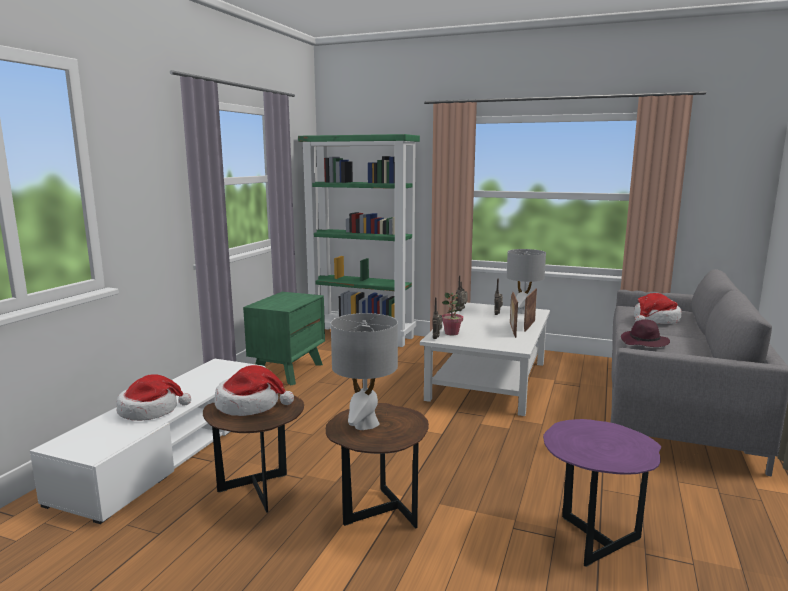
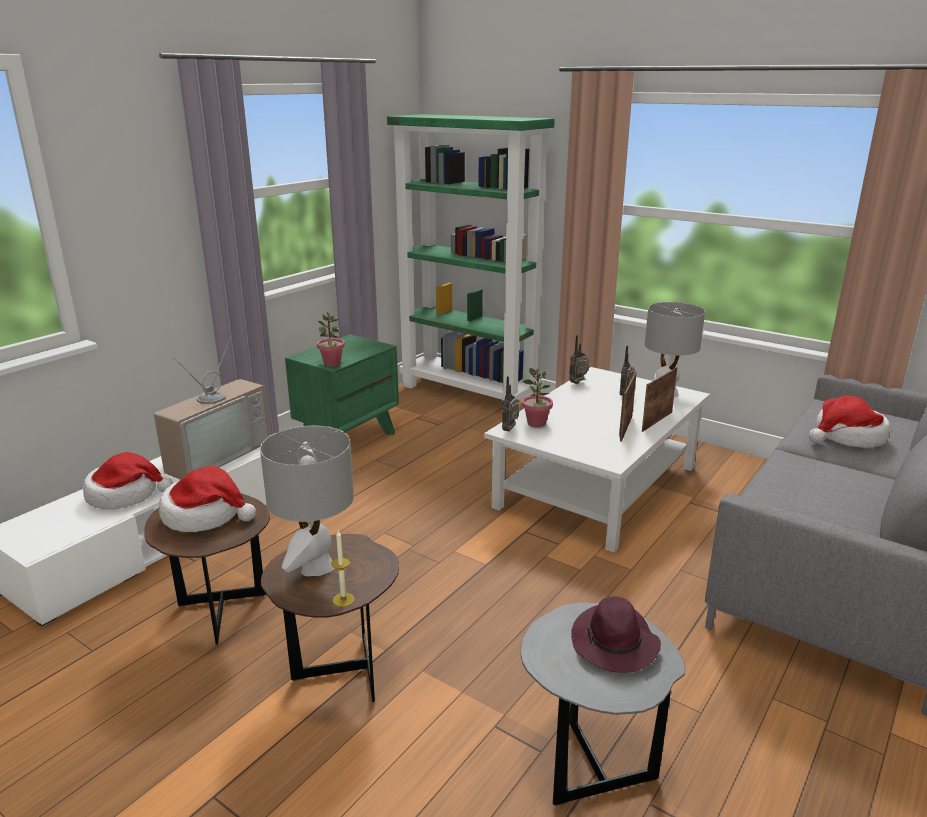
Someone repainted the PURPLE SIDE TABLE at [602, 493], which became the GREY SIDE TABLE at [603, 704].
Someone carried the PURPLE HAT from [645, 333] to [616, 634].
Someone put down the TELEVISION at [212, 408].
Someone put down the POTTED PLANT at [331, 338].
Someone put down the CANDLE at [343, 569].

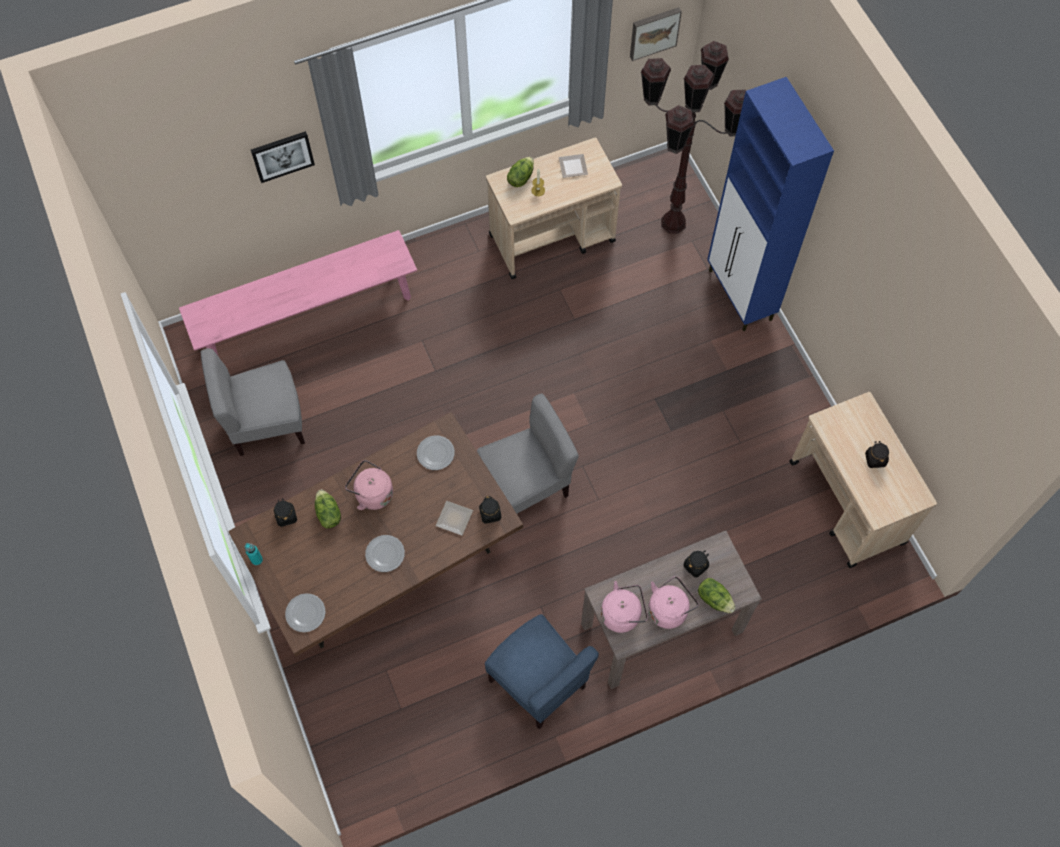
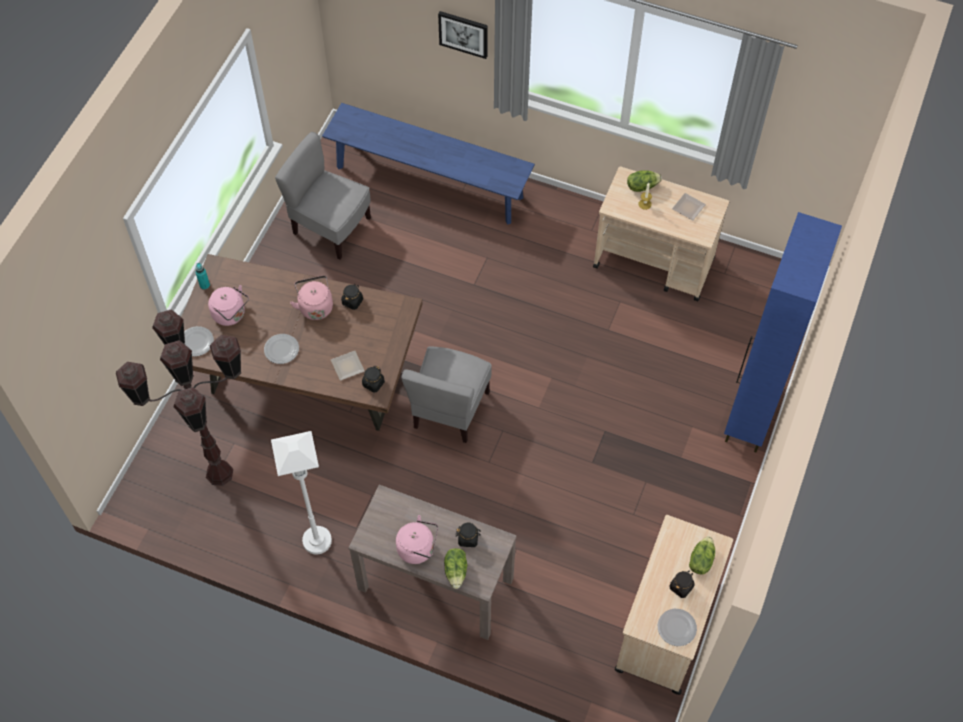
Someone repainted the PINK BENCH at [298, 292], which became the BLUE BENCH at [428, 164].
Someone carried the BLACK JAR from [285, 512] to [352, 297].
Someone carried the LETTUCE from [328, 509] to [702, 555].
Someone carried the PLATE from [436, 452] to [677, 627].
Someone rotated the GREY CHAIR at [528, 453] by 90 degrees clockwise.
Someone swapped the BLUE CHAIR at [542, 671] for the WHITE FLOOR LAMP at [301, 493].
Someone carried the PINK KETTLE from [624, 607] to [228, 305].
Someone took away the PICTURE at [656, 34].
Someone carried the BROWN FLOOR LAMP from [693, 137] to [178, 397].

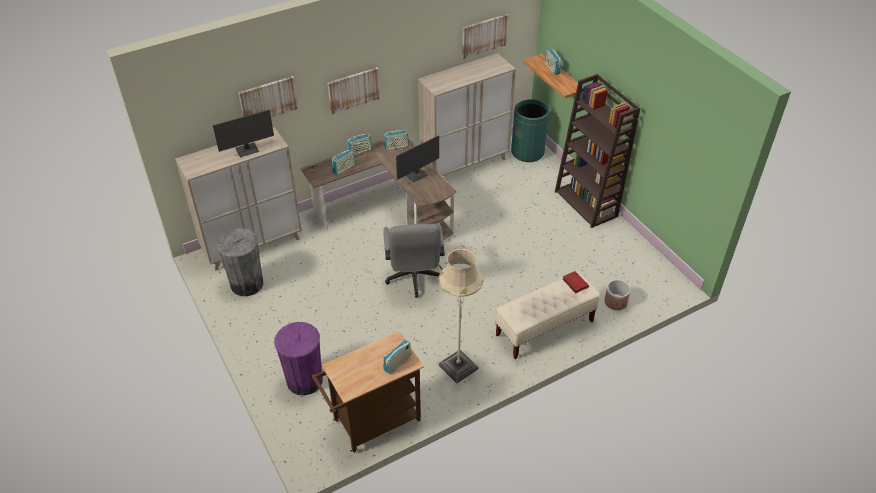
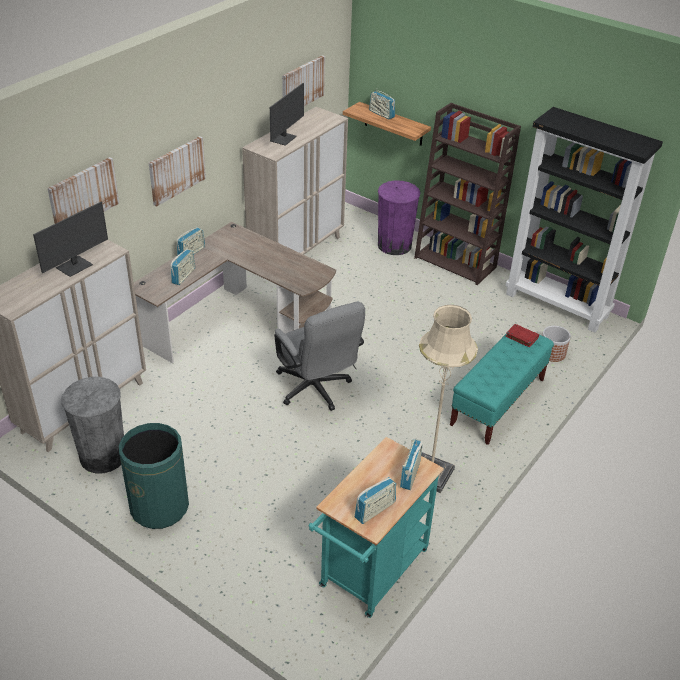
Someone carried the PURPLE TRASH CAN from [298, 359] to [399, 217].
Someone repainted the BROWN CART at [367, 392], which became the TURQUOISE CART at [376, 527].
Someone carried the RADIO from [396, 140] to [375, 500].
Someone carried the MONITOR from [417, 158] to [287, 114].
Someone repainted the BEIGE BENCH at [548, 315], which became the TURQUOISE BENCH at [502, 389].
Someone carried the GREEN TRASH CAN from [530, 131] to [154, 476].
Someone put down the BLACK BOOKCASE at [584, 220].

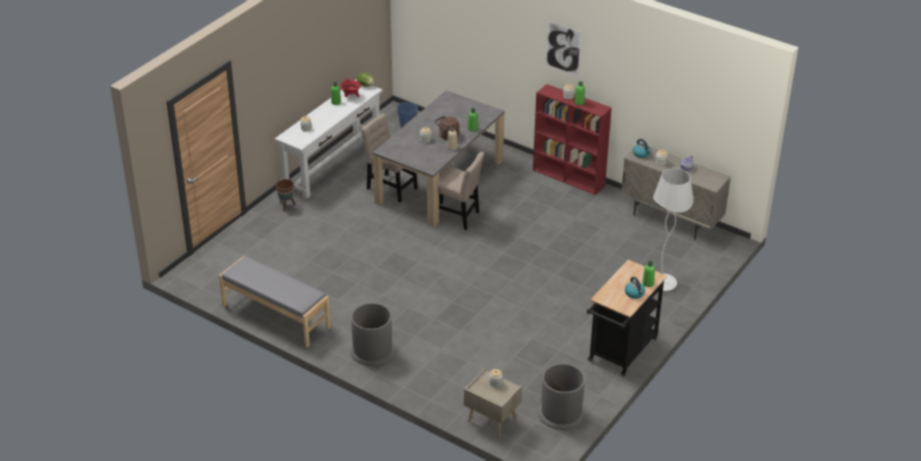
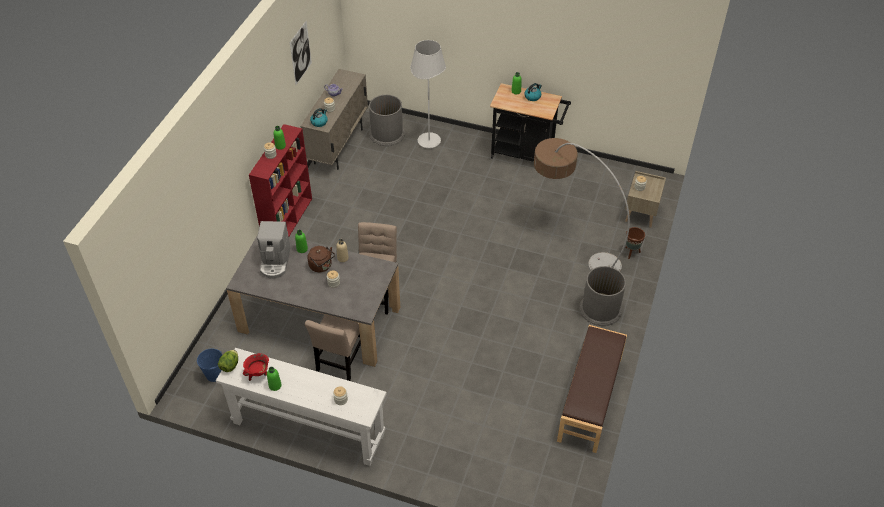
Someone repainted the GREY BENCH at [275, 302], which became the BROWN BENCH at [592, 389].
Someone carried the BROWN PLANTER from [285, 195] to [635, 243].
Someone carried the GREY TRASH CAN from [561, 396] to [387, 120].
Someone carried the PICTURE from [564, 48] to [301, 52].
Someone put down the COFFEE MACHINE at [273, 250].
Someone put down the FLOOR LAMP at [582, 205].

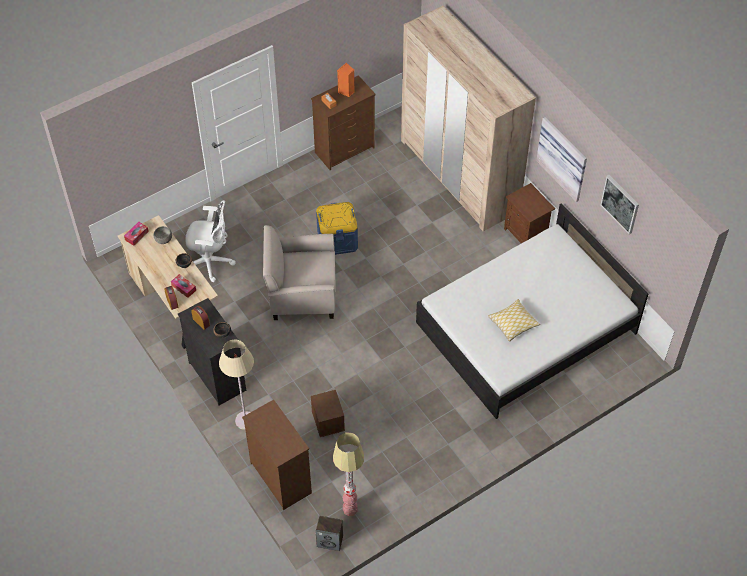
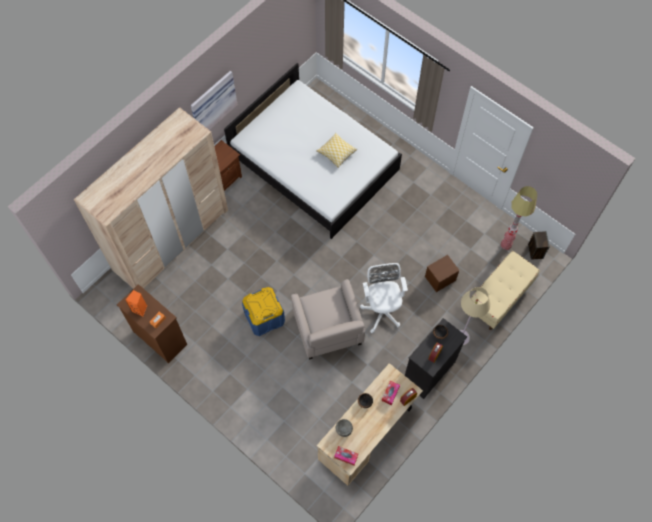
Someone carried the WHITE OFFICE CHAIR from [210, 241] to [384, 298].
Someone swapped the BROWN DRESSER at [277, 455] for the BEIGE BENCH at [505, 290].
Someone took away the PICTURE at [619, 204].

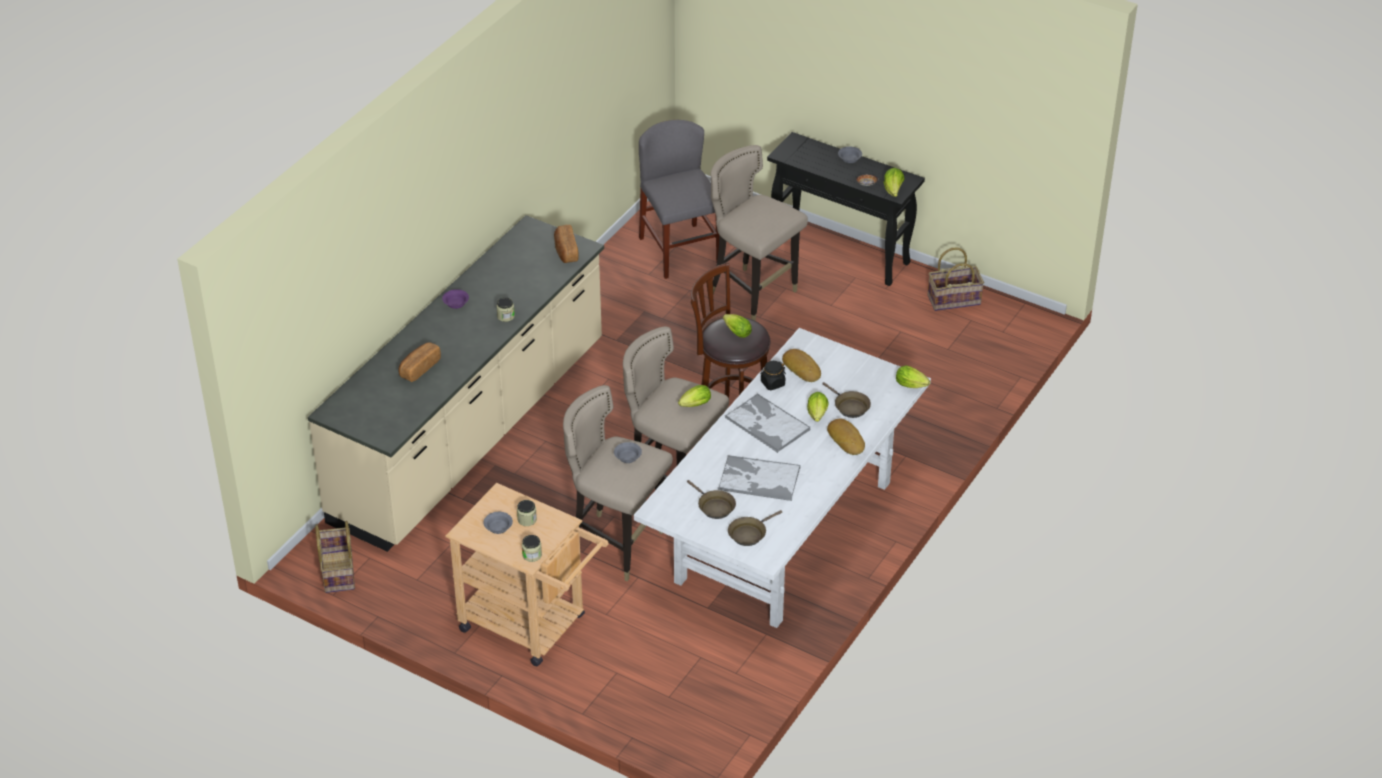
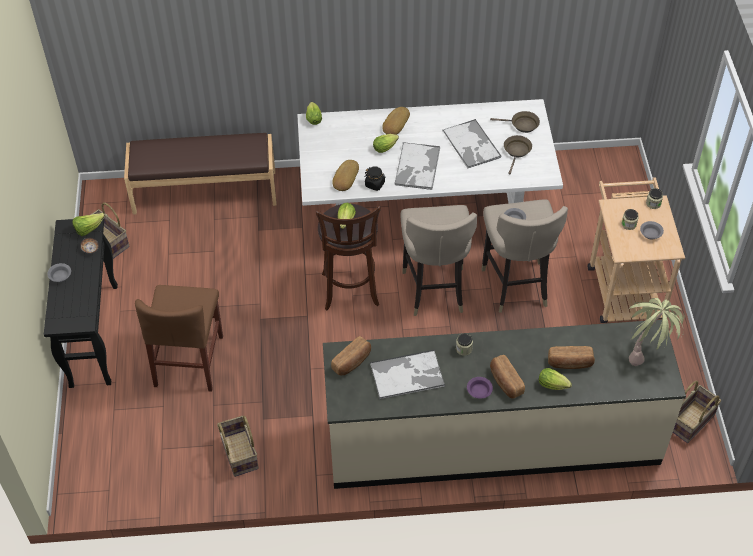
Someone took away the GREY CHAIR at [679, 199].
Someone carried the LETTUCE from [694, 396] to [555, 379].
Someone swapped the BEIGE STOOL at [759, 233] for the BROWN CHAIR at [179, 338].
Someone took away the BROWN FRYING PAN at [846, 400].
Someone put down the BROWN BENCH at [200, 174].
Someone put down the BASKET at [238, 446].
Someone put down the TRAY at [407, 374].
Someone put down the BREAD at [507, 377].
Someone put down the POTTED PLANT at [657, 332].

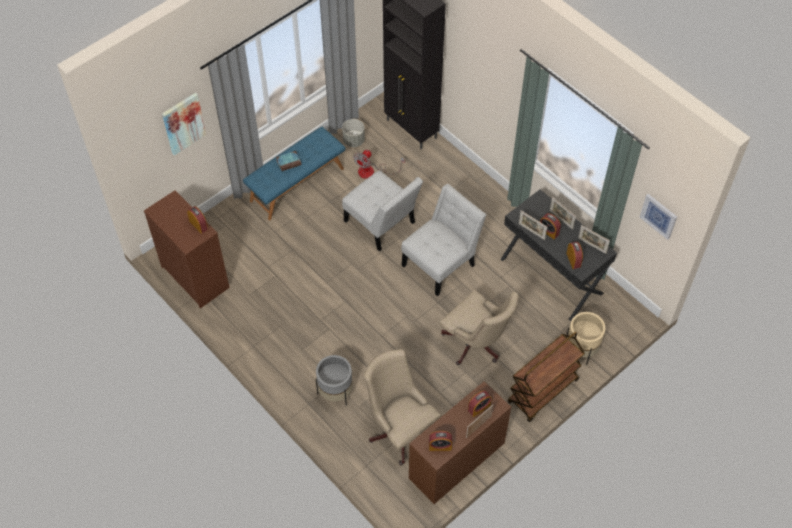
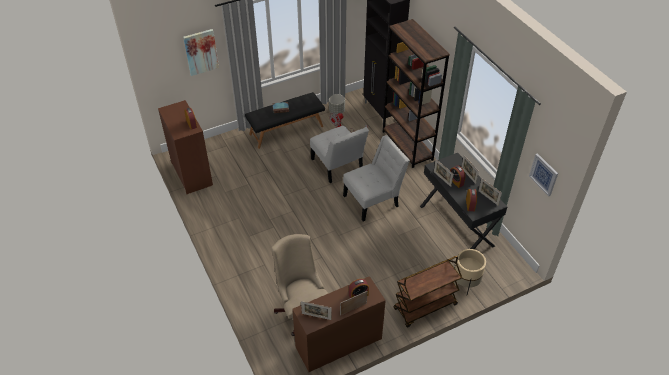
Someone repainted the BLUE BENCH at [294, 173], which became the BLACK BENCH at [285, 120].
Someone took away the GREY PLANTER at [334, 380].
Someone swapped the ALARM CLOCK at [440, 441] for the PICTURE FRAME at [316, 310].
Someone took away the BEIGE OFFICE CHAIR at [479, 327].
Someone put down the BROWN BOOKCASE at [416, 93].

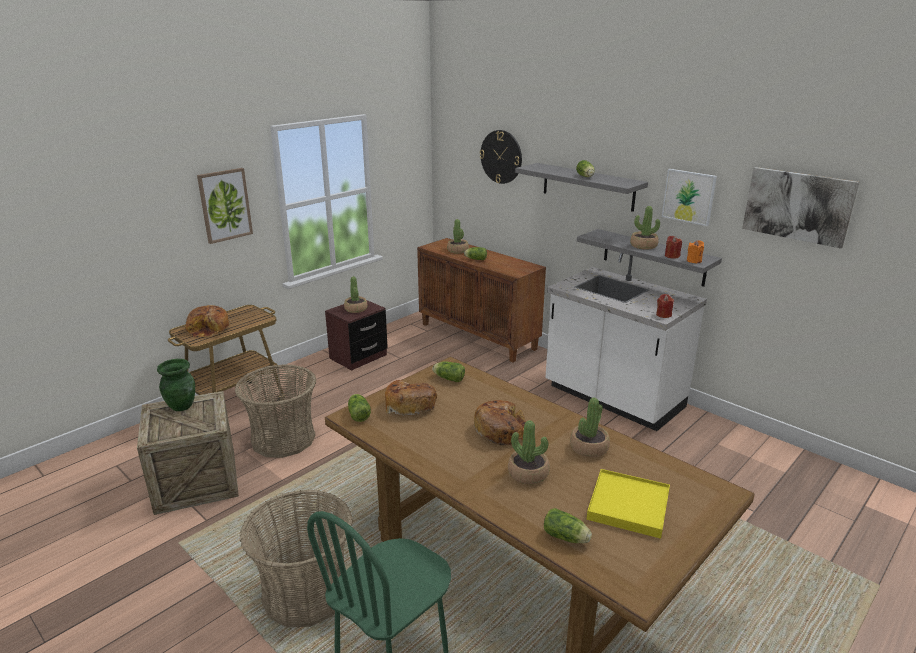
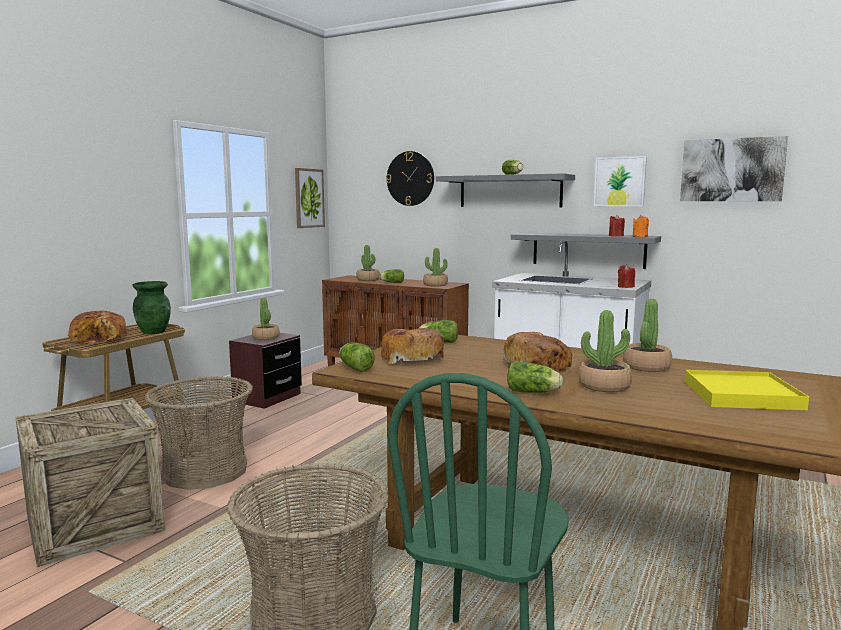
Someone carried the GREEN VASE from [176, 385] to [151, 307].
Someone carried the PICTURE from [225, 206] to [310, 198].
Someone carried the LETTUCE from [568, 525] to [535, 377].
Someone carried the POTTED PLANT from [645, 228] to [435, 267].

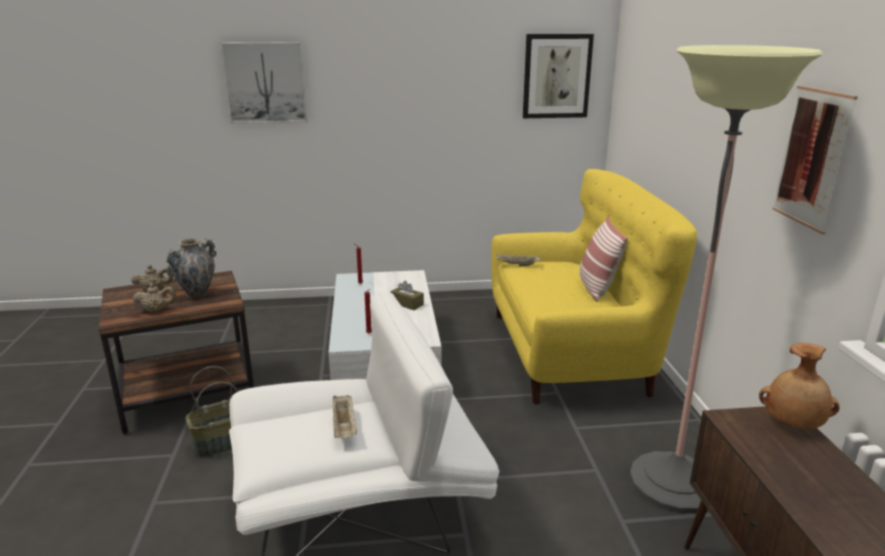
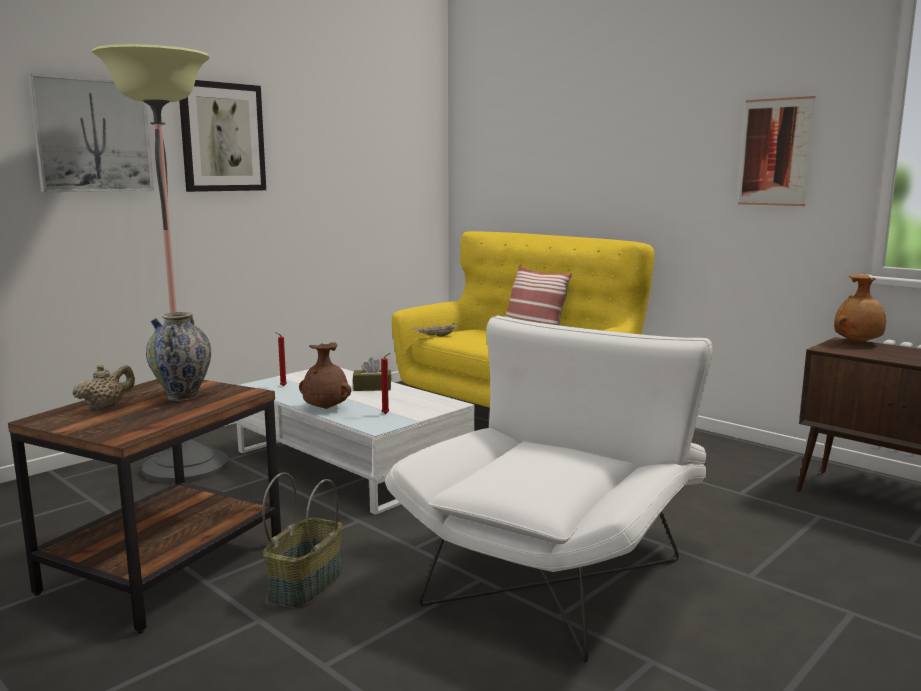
Someone took away the BEIGE TEAPOT at [155, 297].
Someone took away the BEIGE TRAY at [345, 416].
Someone carried the PICTURE from [558, 76] to [222, 136].
Someone carried the FLOOR LAMP from [726, 279] to [159, 264].
Someone put down the BROWN VASE at [325, 375].

